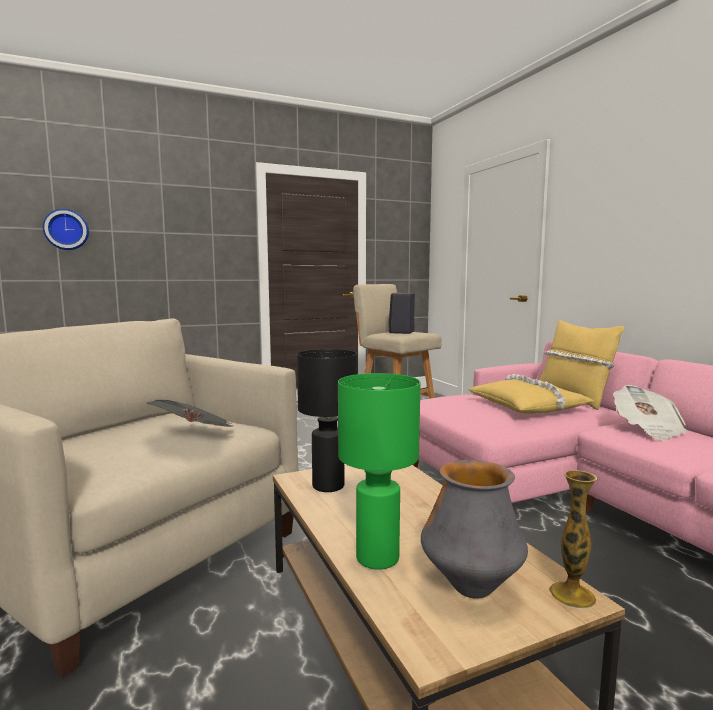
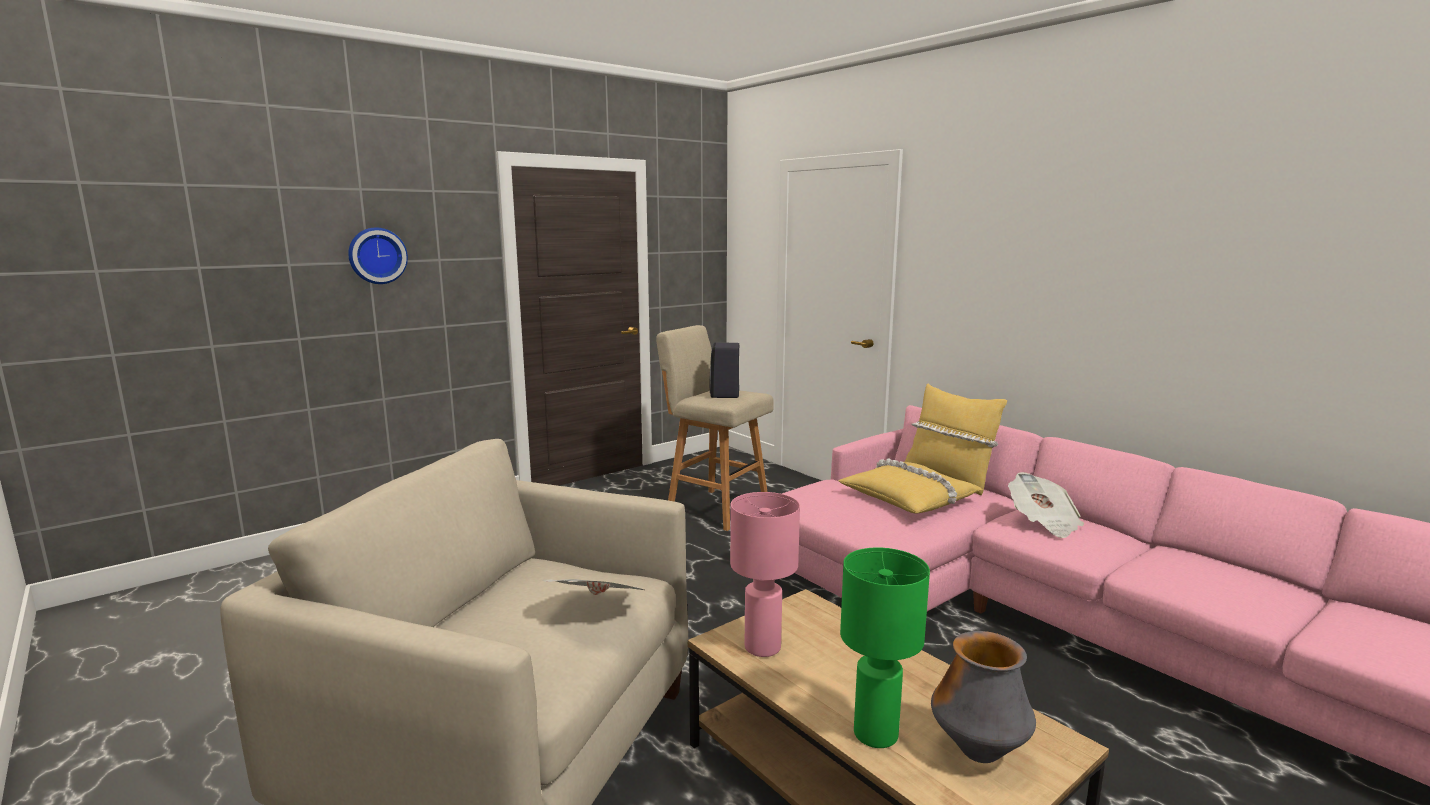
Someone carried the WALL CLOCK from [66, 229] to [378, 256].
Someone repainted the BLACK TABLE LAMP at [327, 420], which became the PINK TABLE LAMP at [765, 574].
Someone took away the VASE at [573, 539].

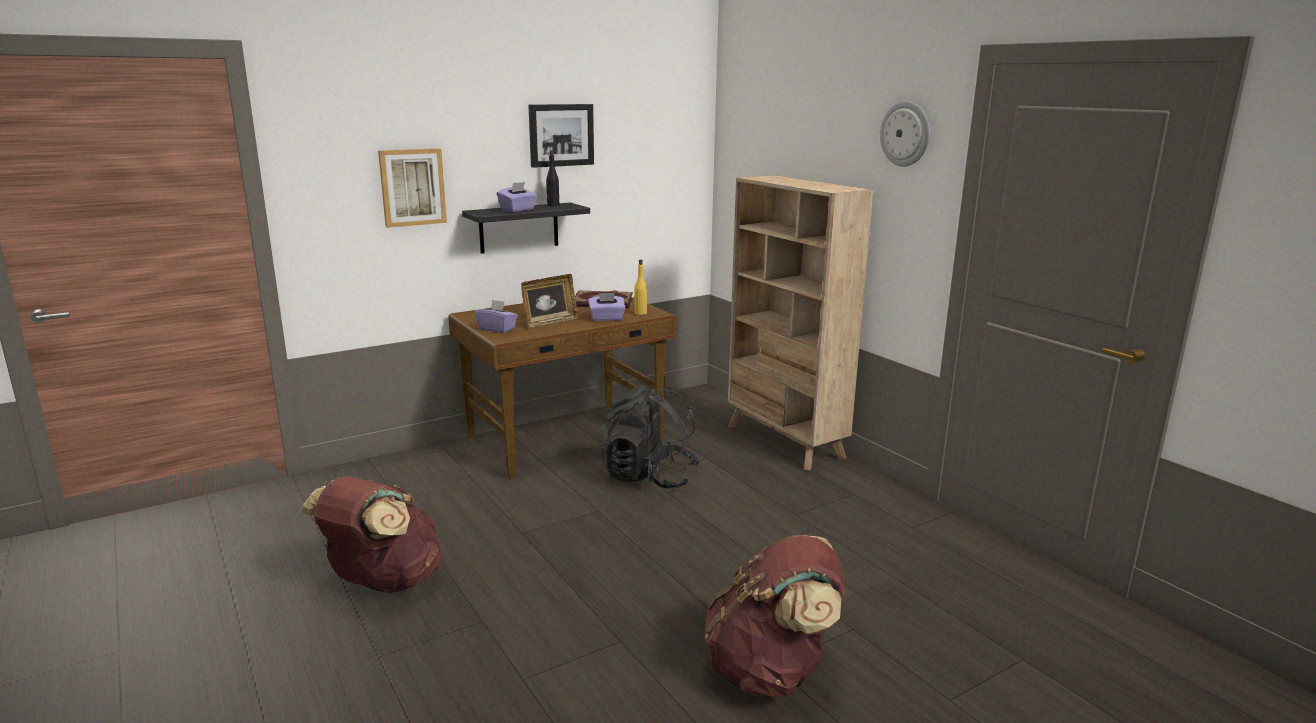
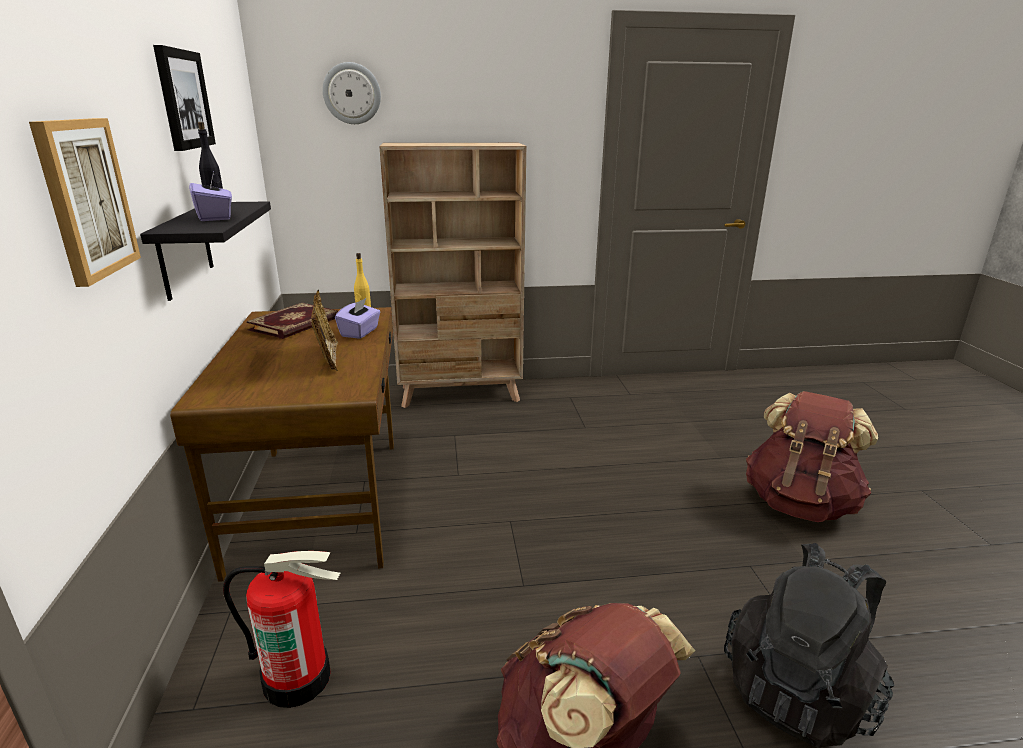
Someone took away the PURPLE TISSUE BOX at [496, 316].
Someone carried the BLACK BACKPACK from [651, 437] to [809, 645].
Someone carried the WALL CLOCK from [905, 134] to [352, 93].
Someone put down the FIRE EXTINGUISHER at [281, 629].

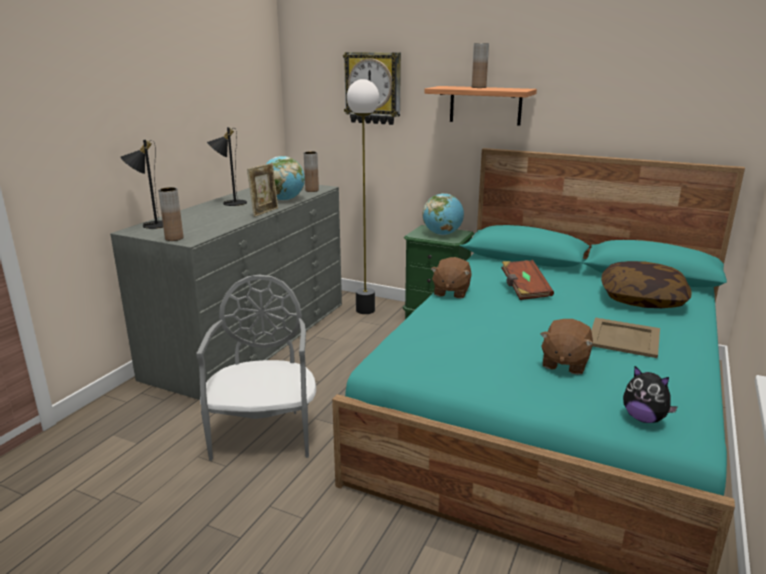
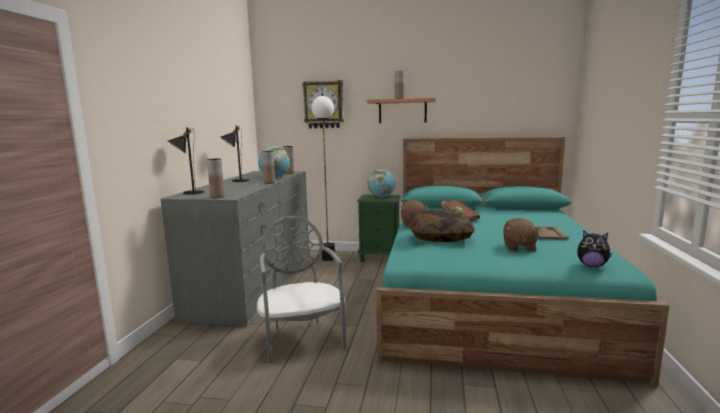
Someone swapped the PICTURE FRAME at [262, 190] for the BROWN VASE at [268, 167].
Someone carried the PILLOW from [646, 284] to [441, 226].

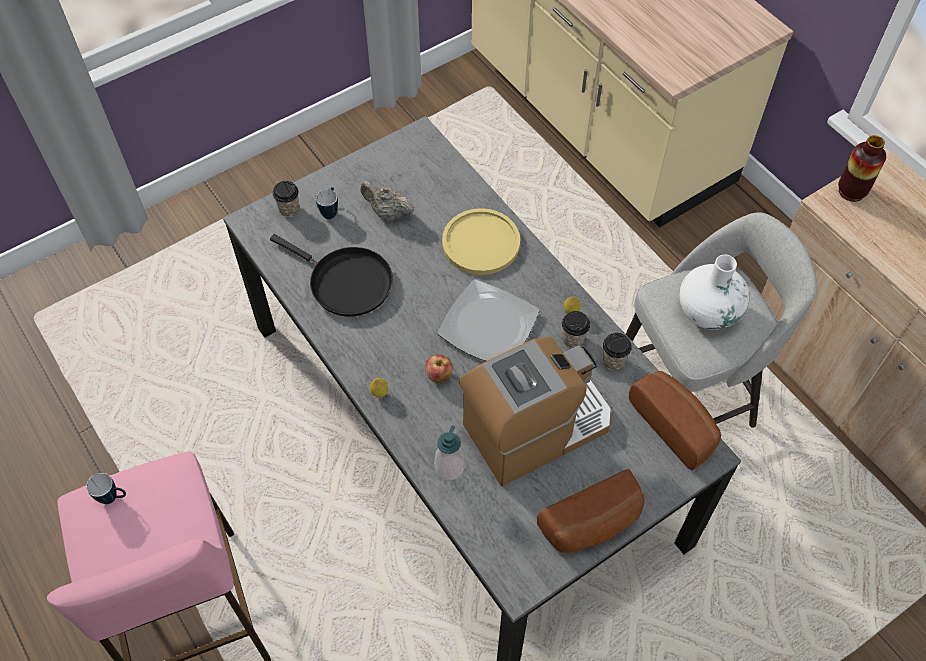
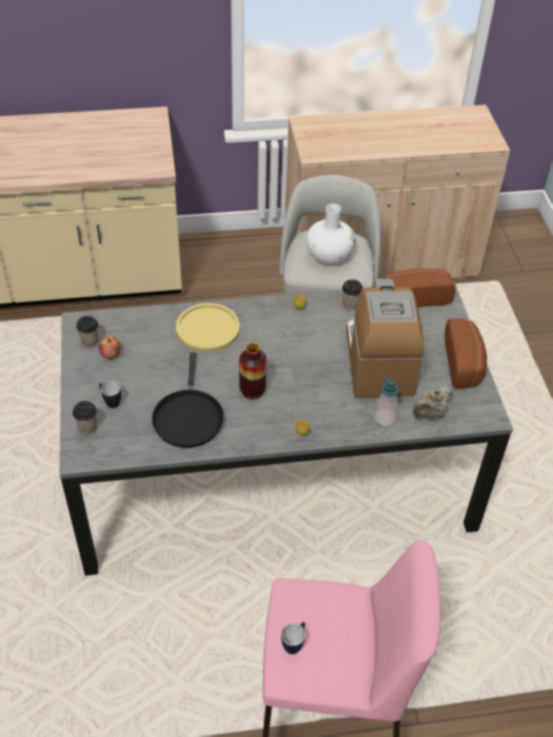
Someone rotated the BLACK FRYING PAN at [331, 275] by 120 degrees clockwise.
Someone carried the BEIGE TEAPOT from [387, 200] to [433, 402].
Someone carried the APPLE from [439, 369] to [110, 347].
Someone took away the PLATE at [488, 320].
Someone carried the CUP from [576, 329] to [87, 331].
Someone carried the VASE from [862, 168] to [253, 371].

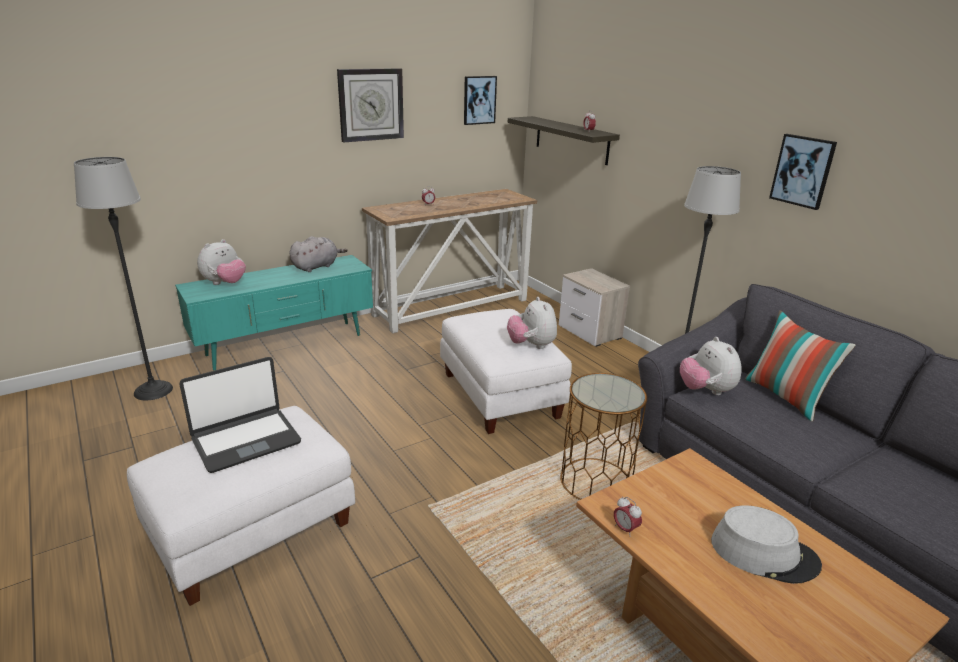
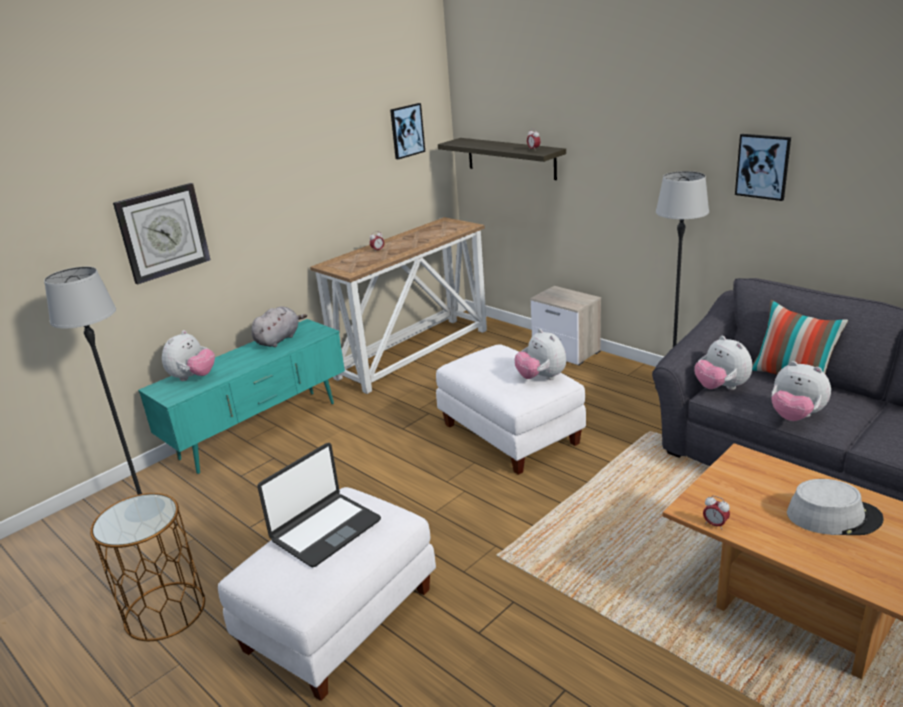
Someone carried the WALL CLOCK from [370, 105] to [162, 233].
Someone carried the BROWN SIDE TABLE from [603, 436] to [147, 567].
Someone put down the PLUSH TOY at [801, 391].

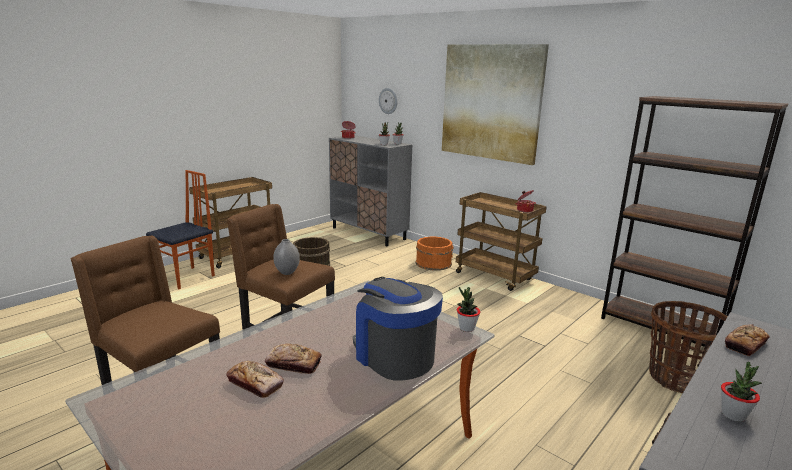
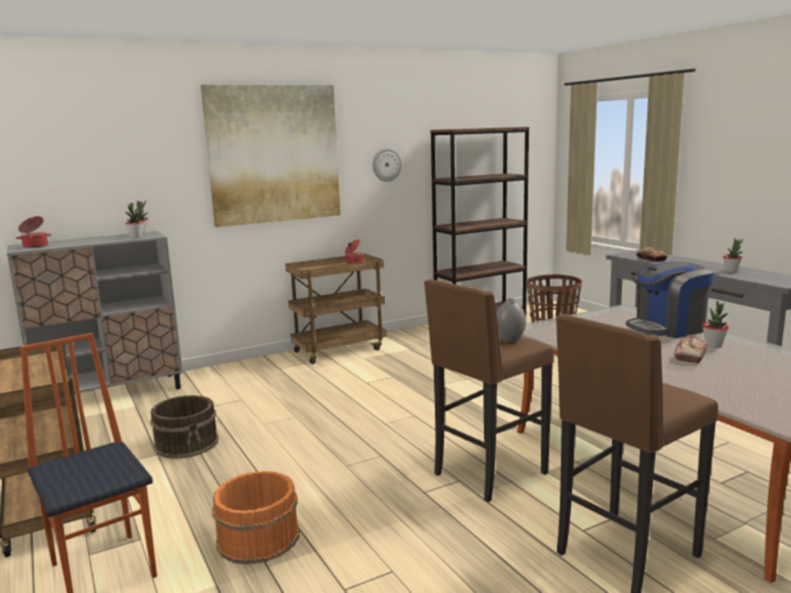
Someone took away the BREAD at [255, 379].
Someone carried the WALL CLOCK from [388, 101] to [387, 165].
Someone carried the ORANGE BUCKET from [434, 254] to [256, 518].
Someone carried the POTTED PLANT from [468, 309] to [715, 324].

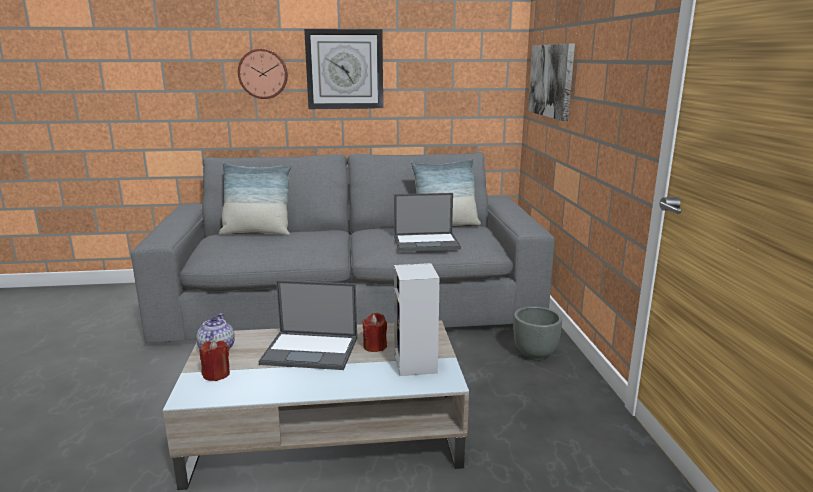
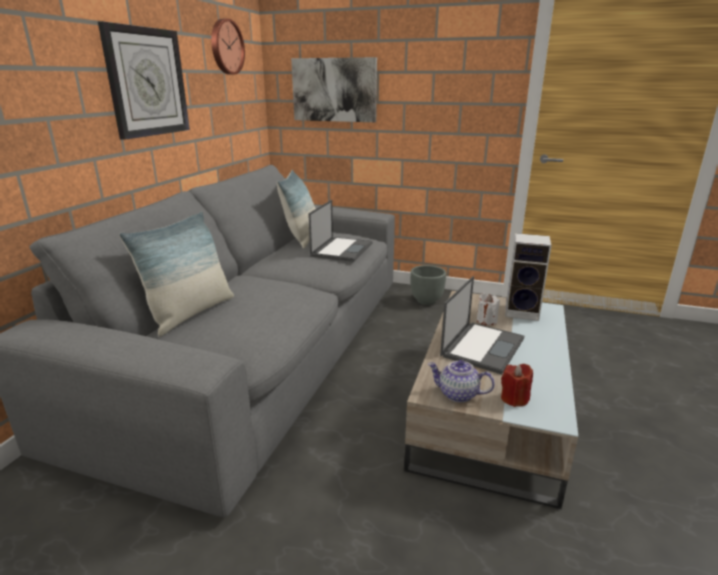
Someone carried the WALL CLOCK from [263, 74] to [228, 46].
Someone repainted the RED CANDLE at [374, 332], which became the WHITE CANDLE at [488, 309].

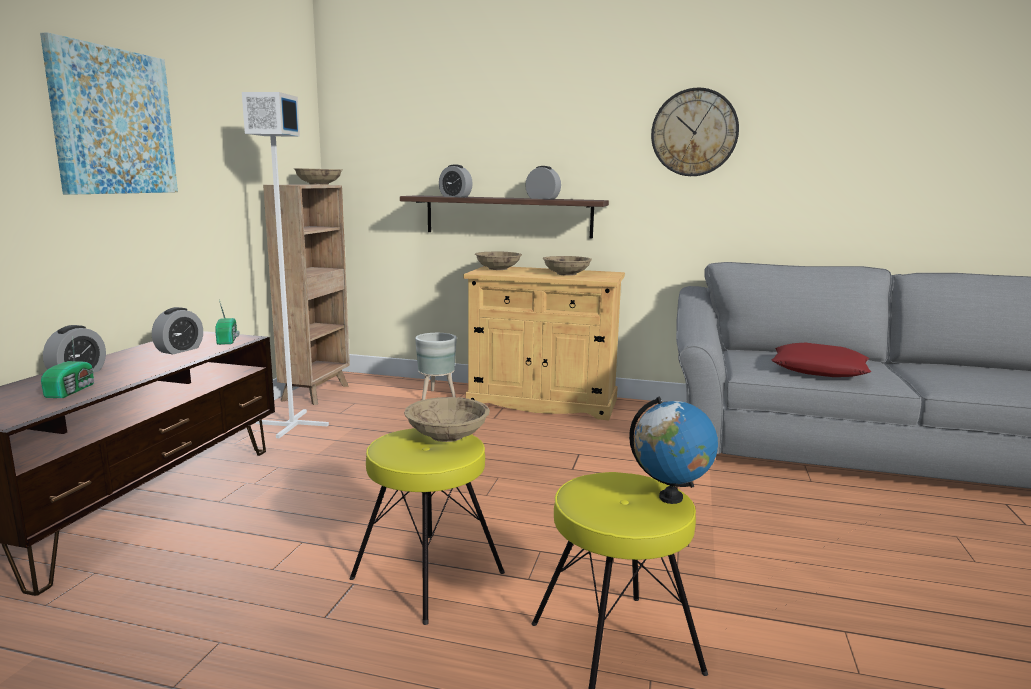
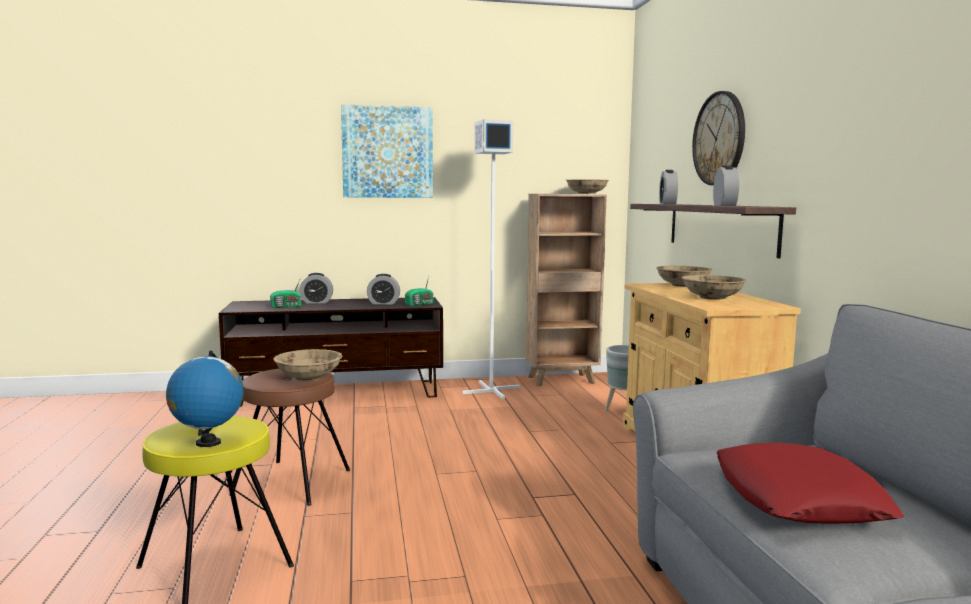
Someone repainted the YELLOW STOOL at [427, 526], which became the BROWN STOOL at [289, 437].
Someone carried the WALL CLOCK from [695, 132] to [718, 138].

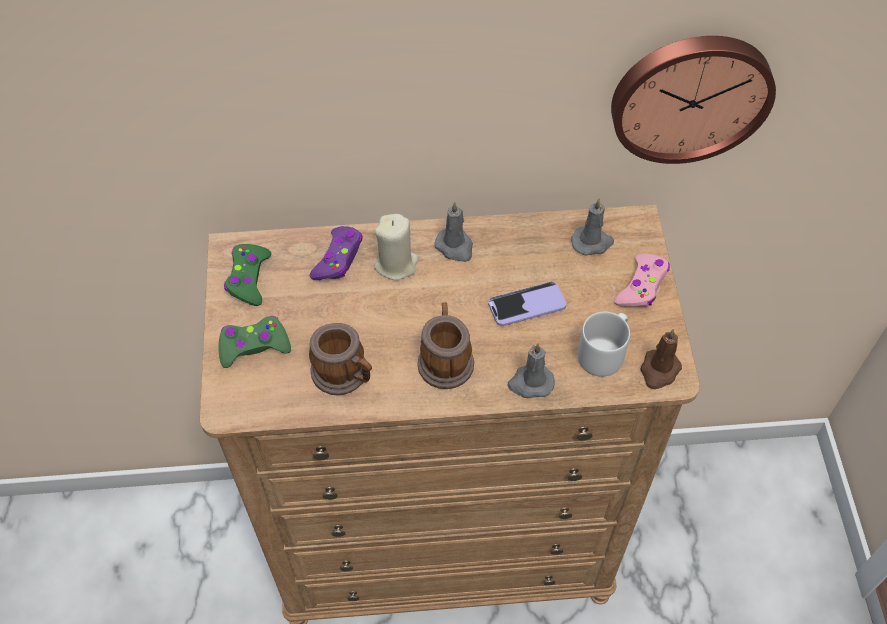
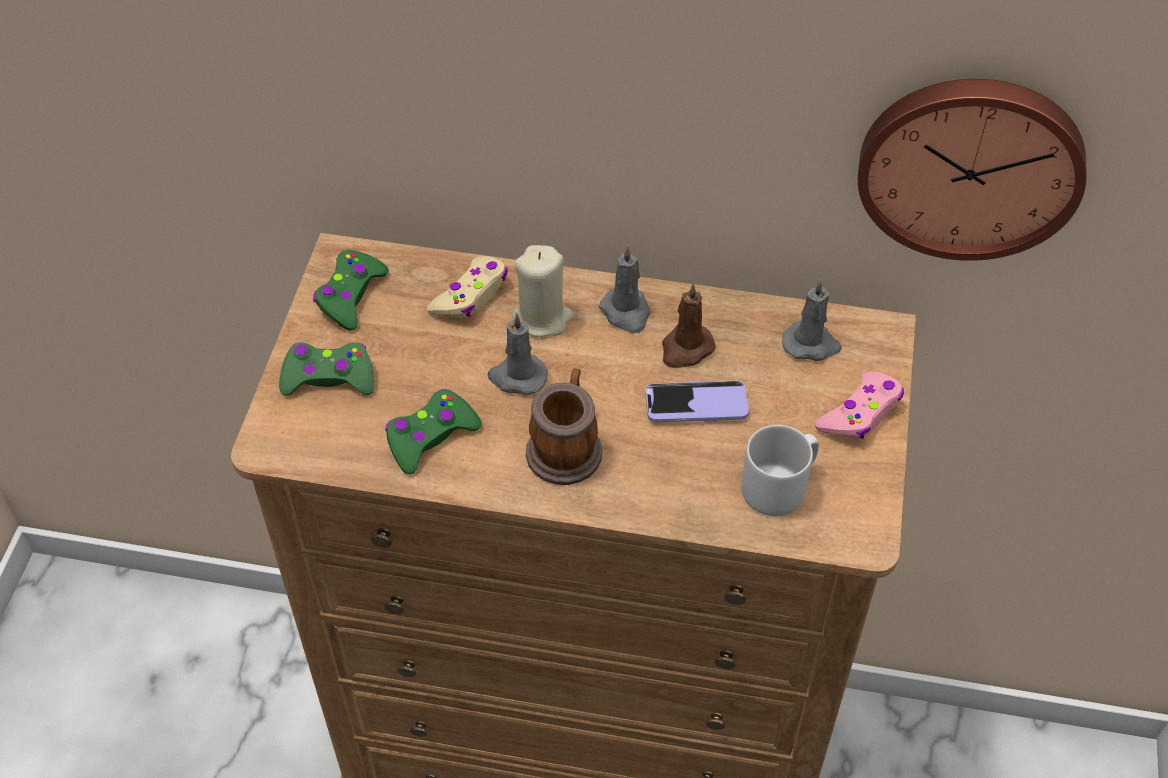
Someone swapped the MUG at [340, 359] for the GREEN GAME CONTROLLER at [433, 431].
Someone repainted the PURPLE GAME CONTROLLER at [336, 253], which became the BEIGE GAME CONTROLLER at [467, 287].
Someone carried the GREY CANDLE from [531, 370] to [517, 354].
Someone carried the BROWN CANDLE from [661, 359] to [689, 325].

